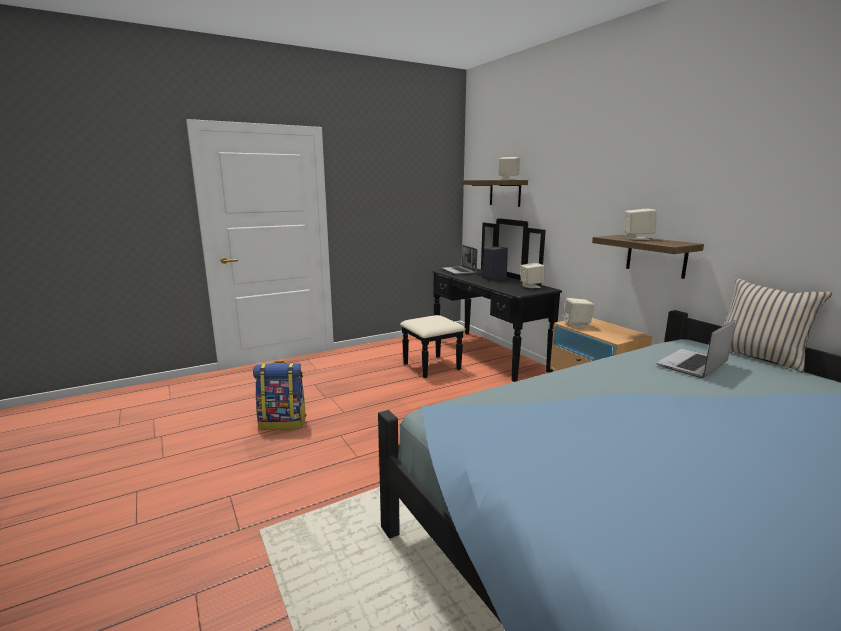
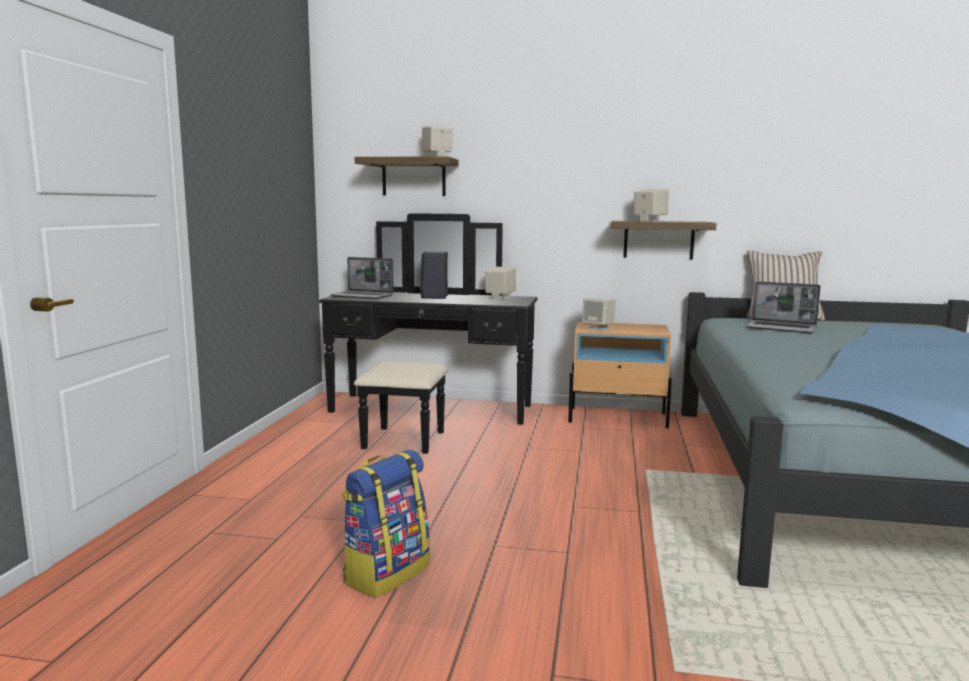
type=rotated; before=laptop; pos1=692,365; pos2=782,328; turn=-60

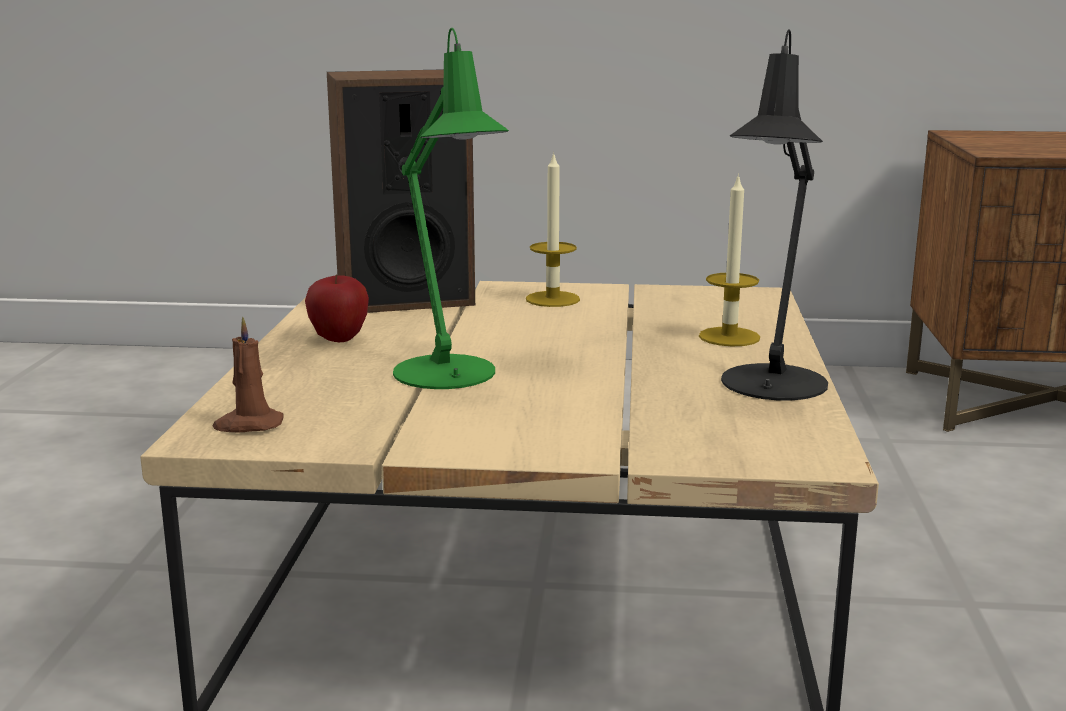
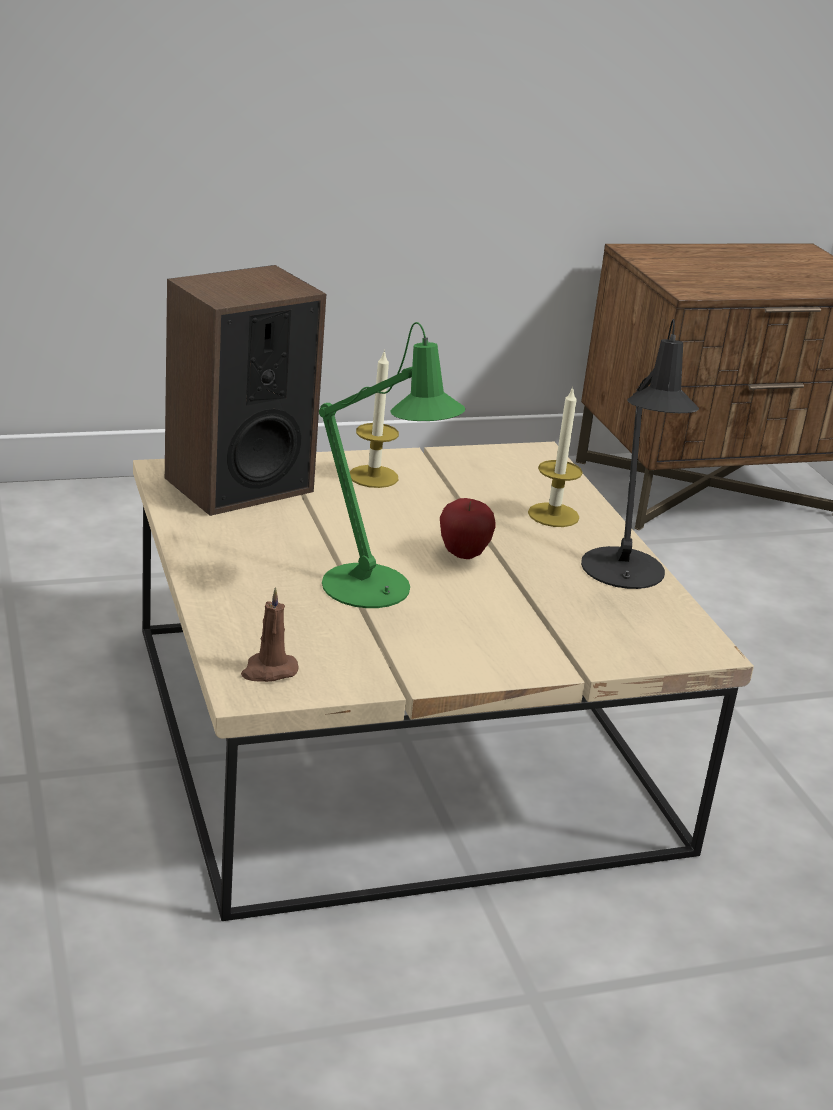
type=shifted; before=apple; pos1=339,339; pos2=463,555

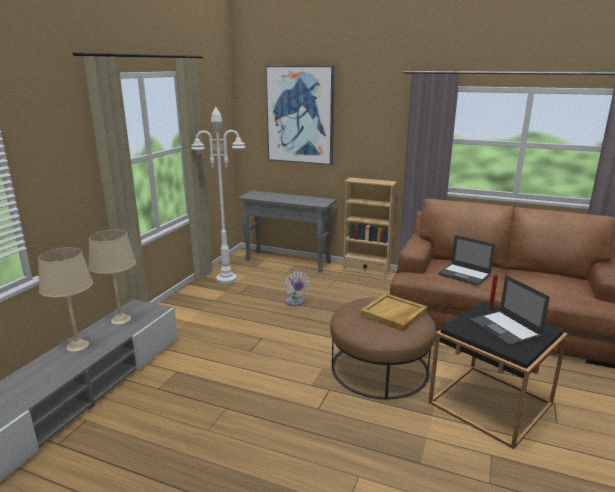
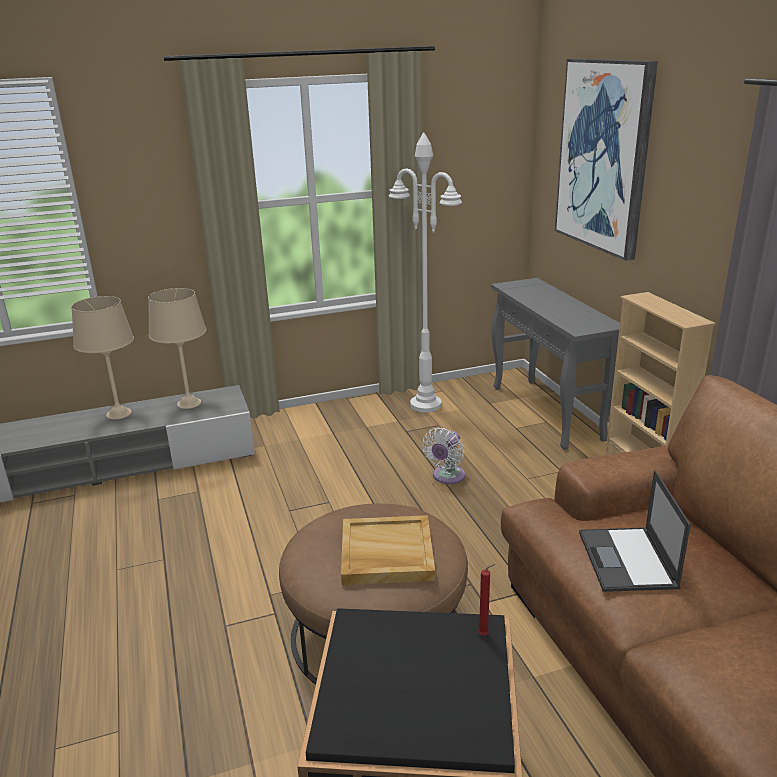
type=gone; before=laptop; pos1=505,329

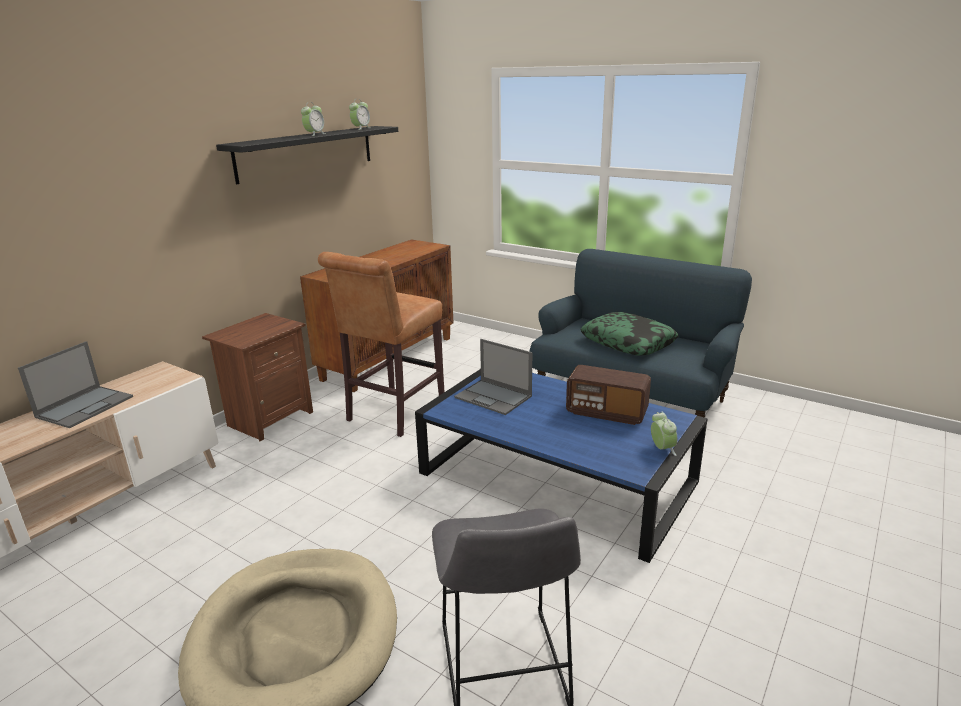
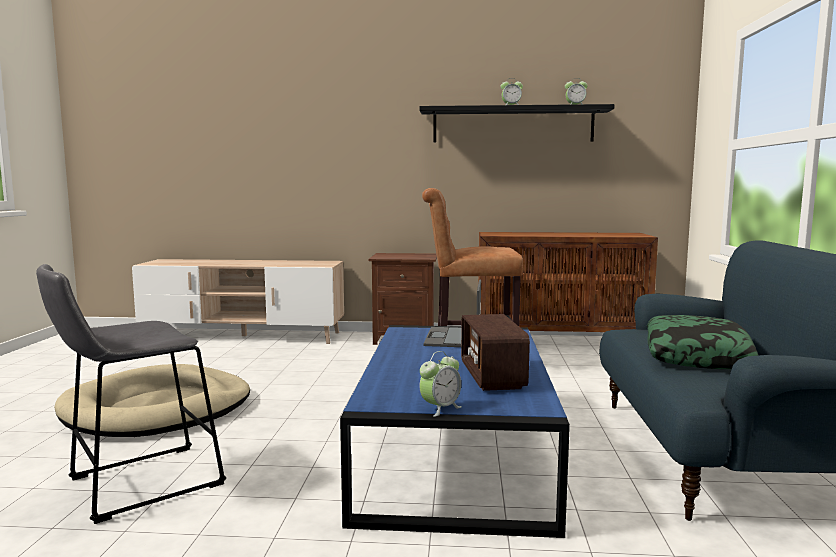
type=gone; before=laptop; pos1=86,406

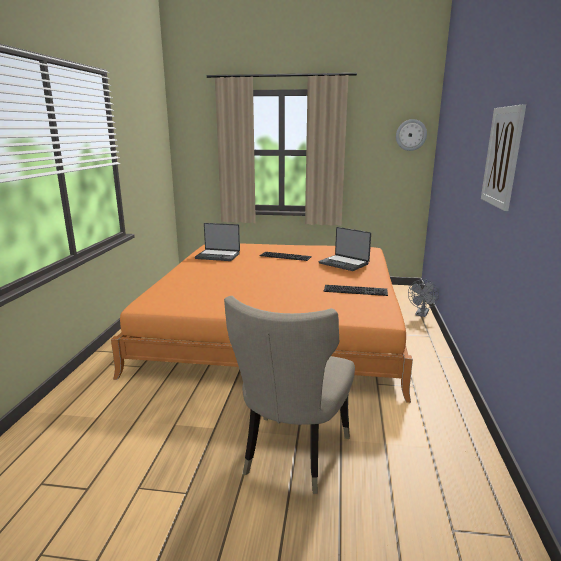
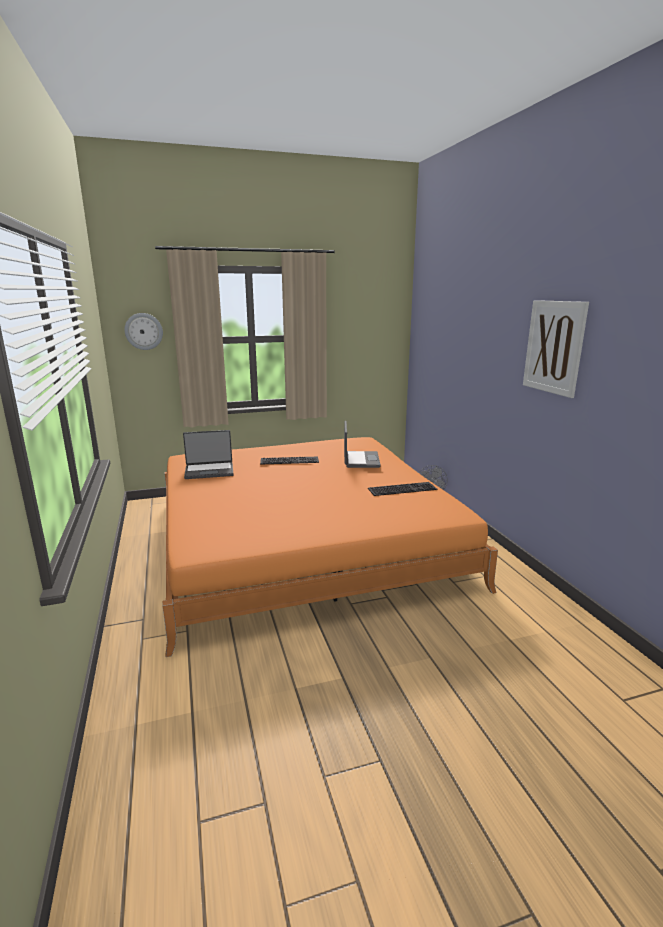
type=shifted; before=wall clock; pos1=411,135; pos2=144,331
type=rotated; before=laptop; pos1=344,263; pos2=360,460; turn=-105
type=gone; before=beige chair; pos1=291,455

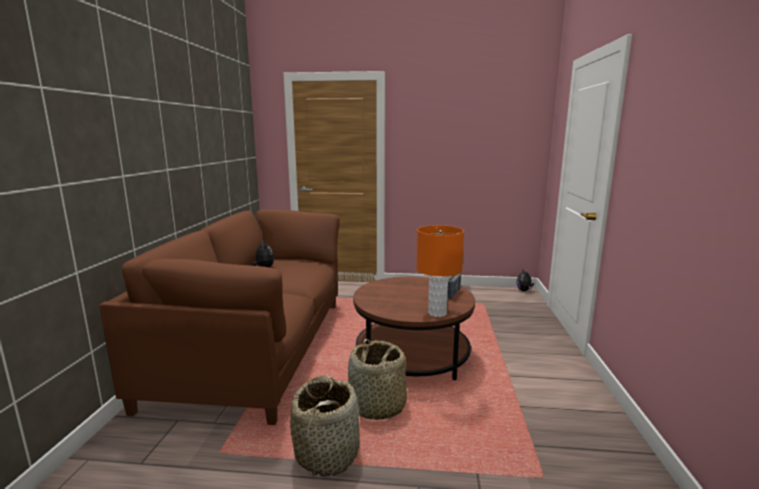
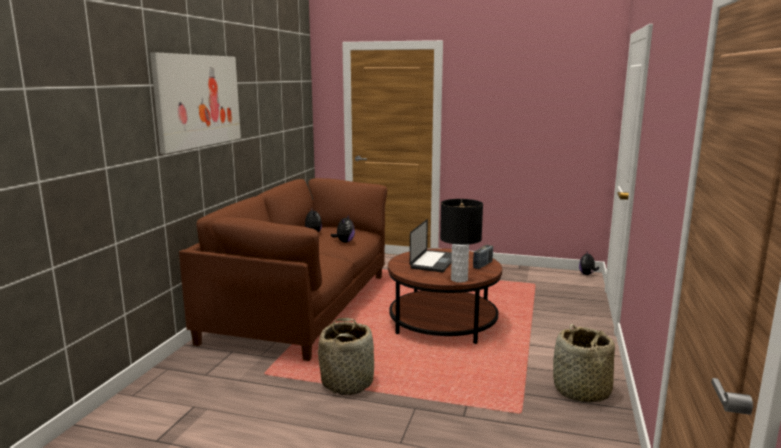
type=repainted; before=orange table lamp; after=black table lamp; pos1=437,313; pos2=459,279
type=shifted; before=basket; pos1=377,406; pos2=581,391
type=new; after=picture; pos2=198,100
type=new; after=plush toy; pos2=344,242
type=new; after=laptop; pos2=434,262

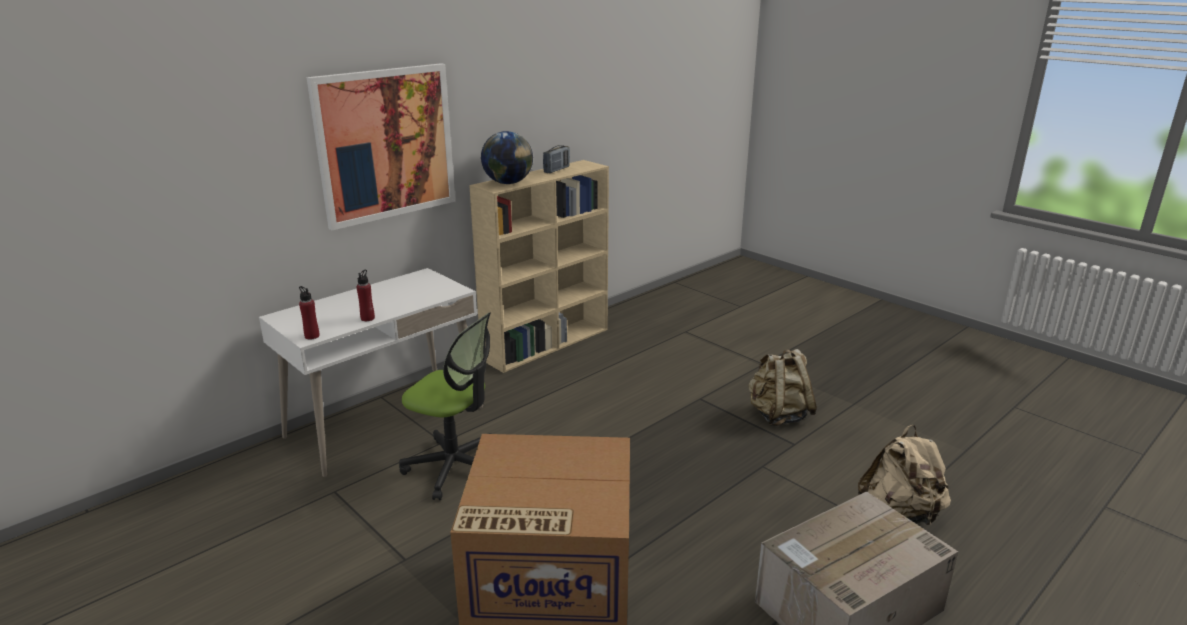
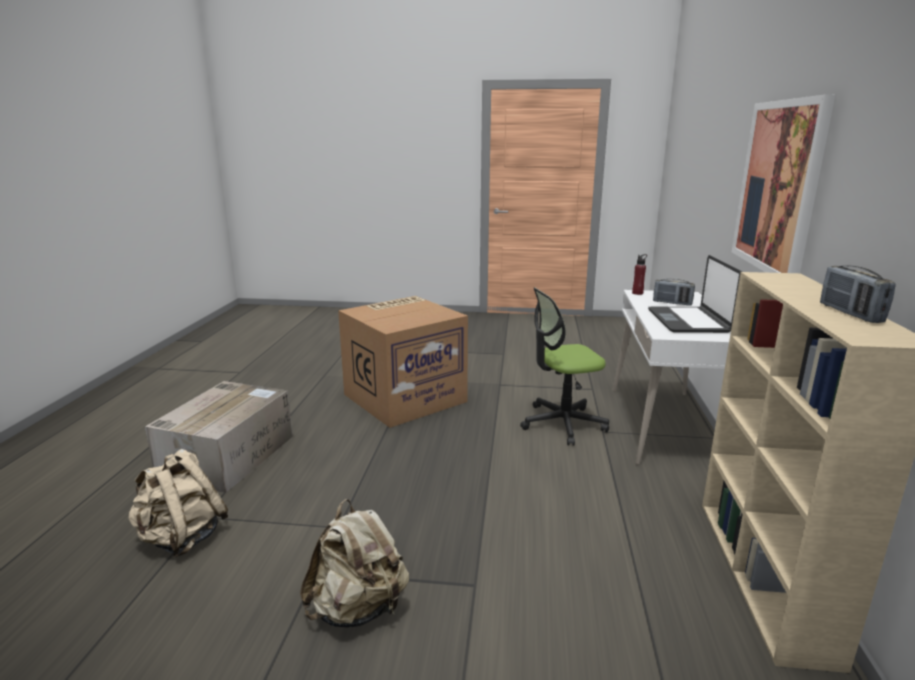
type=gone; before=globe; pos1=508,183
type=gone; before=red bottle; pos1=367,318
type=new; after=laptop; pos2=689,321
type=new; after=radio; pos2=672,303

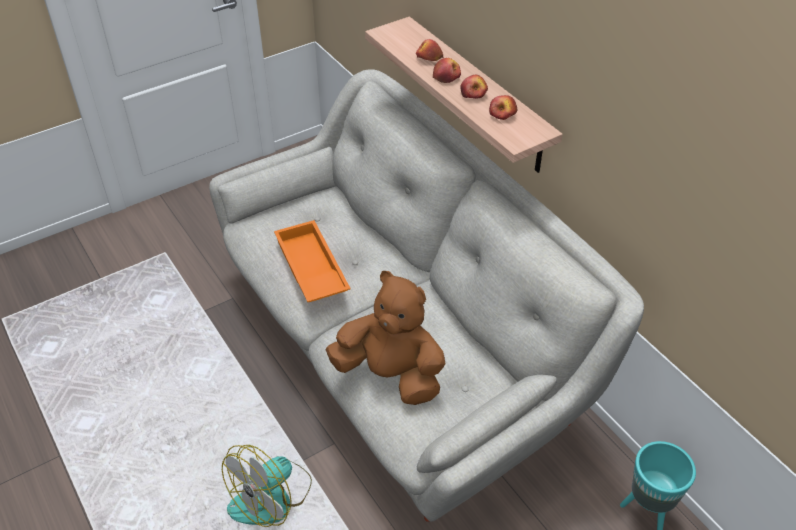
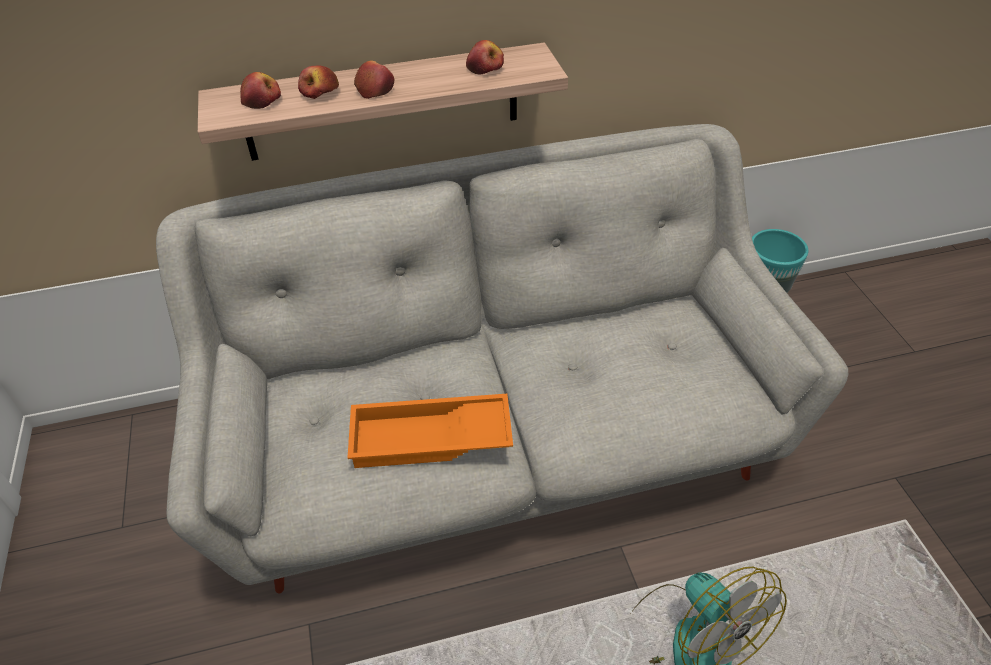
type=shifted; before=apple; pos1=473,93; pos2=262,100
type=gone; before=brown plush toy; pos1=390,375

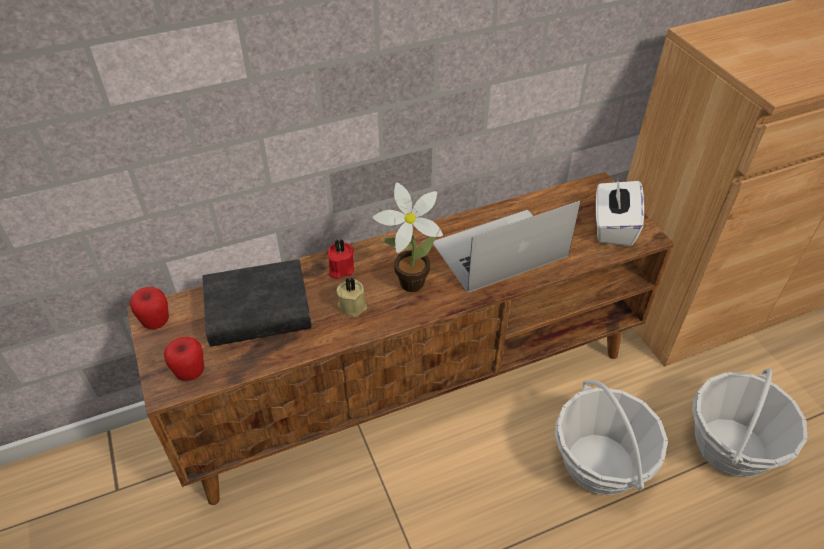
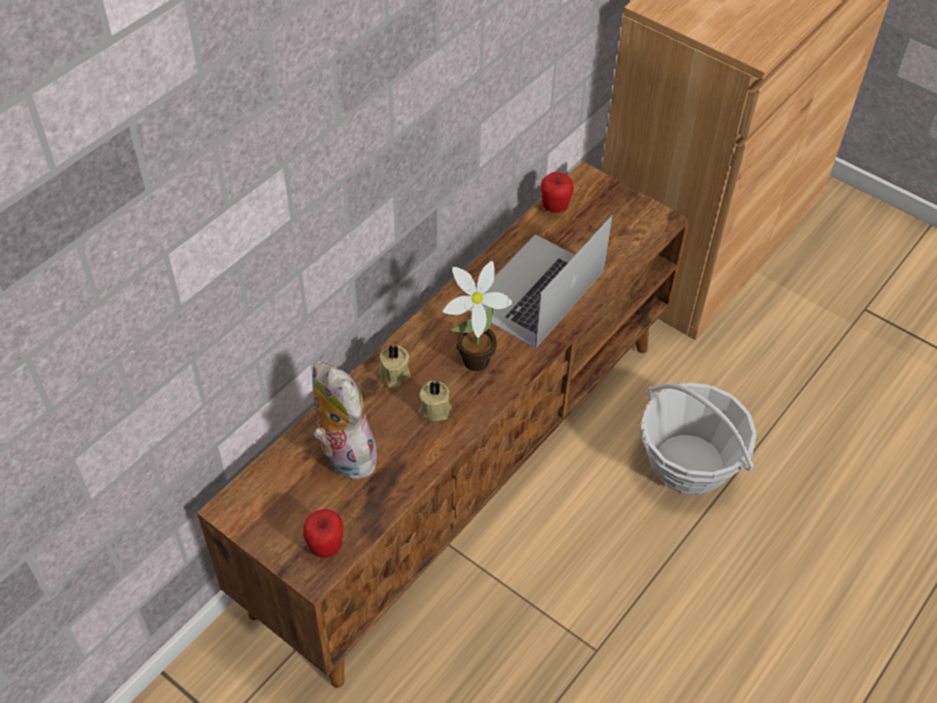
type=gone; before=white tissue box; pos1=613,227
type=repainted; before=red candle; after=beige candle; pos1=340,269; pos2=393,375
type=swapped; before=black book; after=plush toy; pos1=258,310; pos2=343,455
type=shifted; before=apple; pos1=156,322; pos2=554,207
type=gone; before=basket; pos1=731,447

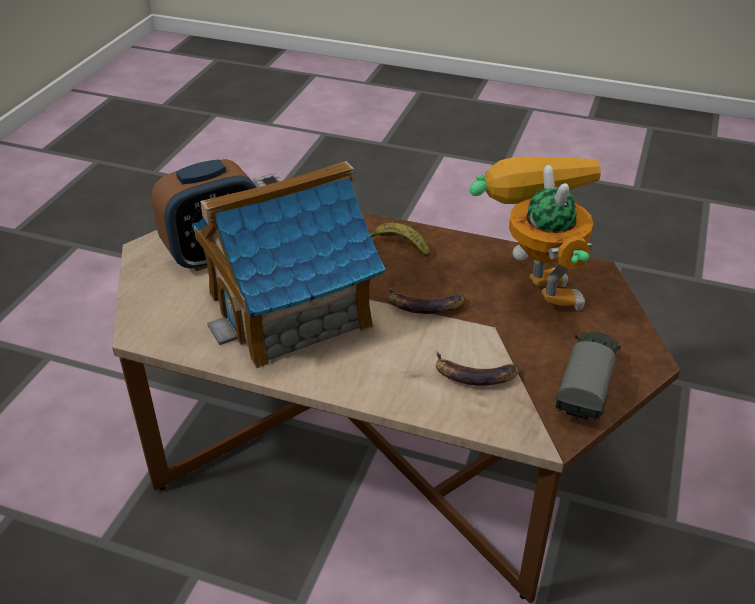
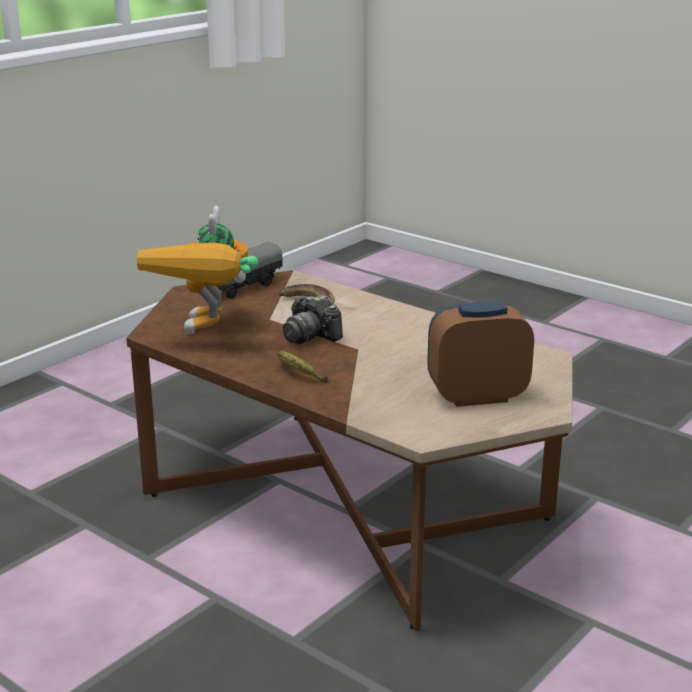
type=gone; before=toy house; pos1=290,310
type=swapped; before=banana; after=photo camera; pos1=424,305; pos2=310,336

